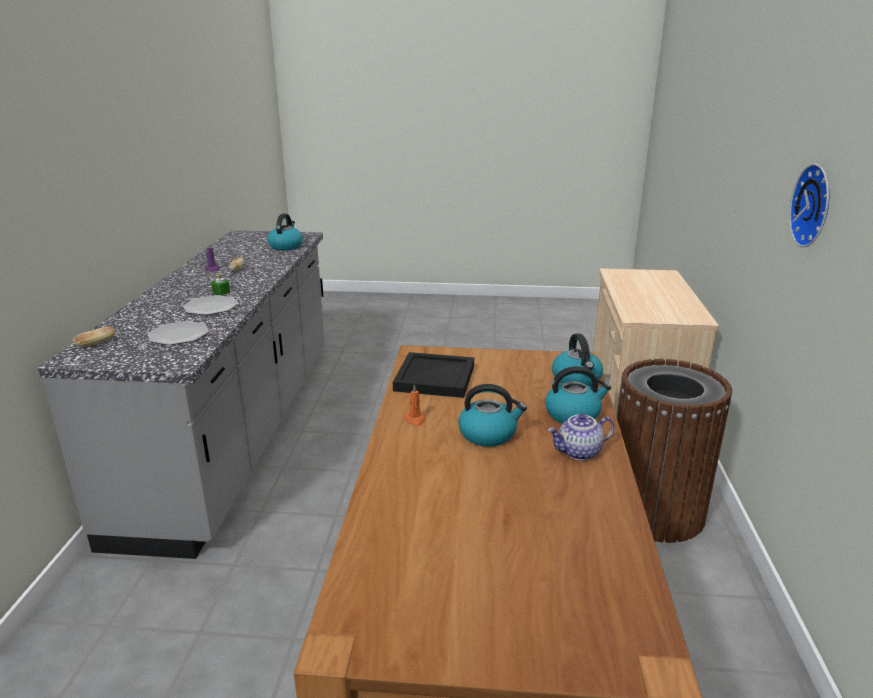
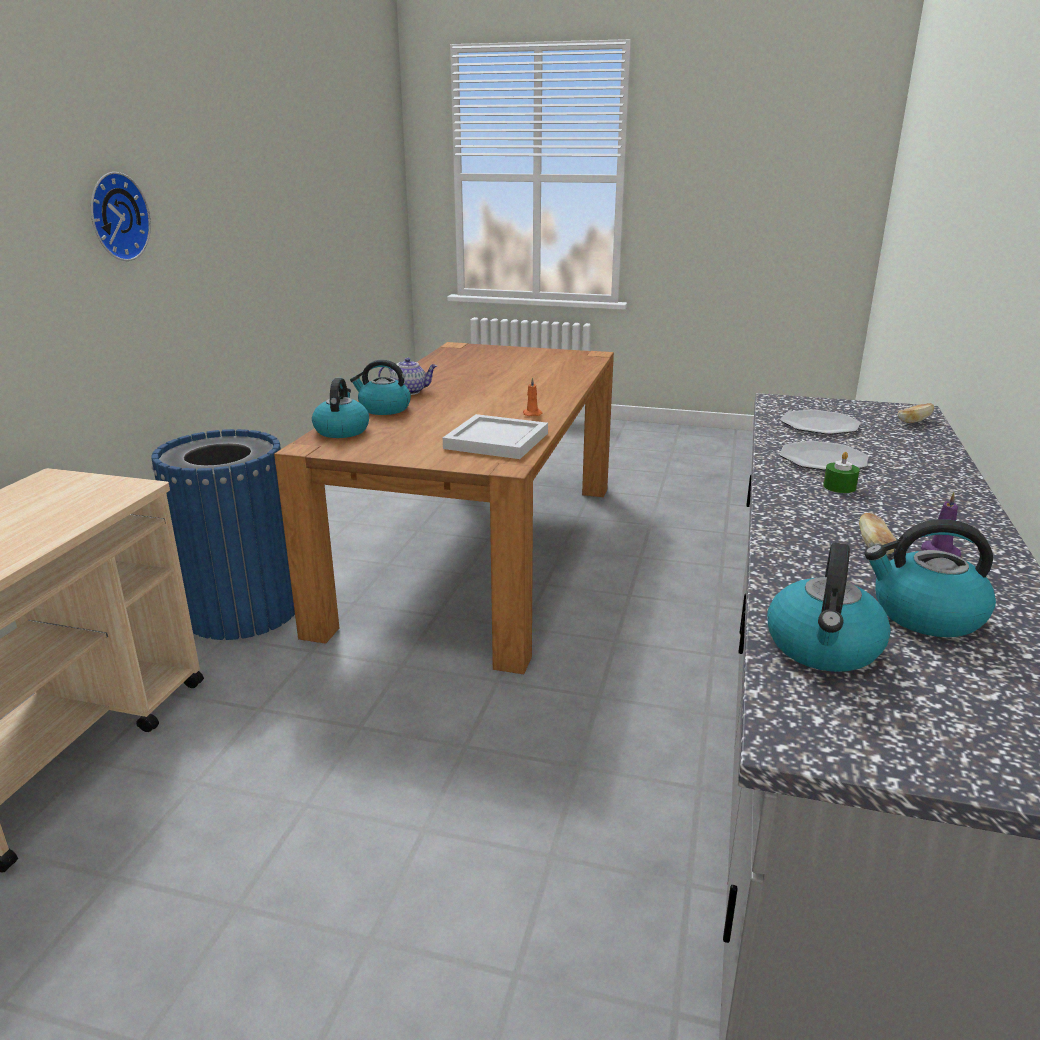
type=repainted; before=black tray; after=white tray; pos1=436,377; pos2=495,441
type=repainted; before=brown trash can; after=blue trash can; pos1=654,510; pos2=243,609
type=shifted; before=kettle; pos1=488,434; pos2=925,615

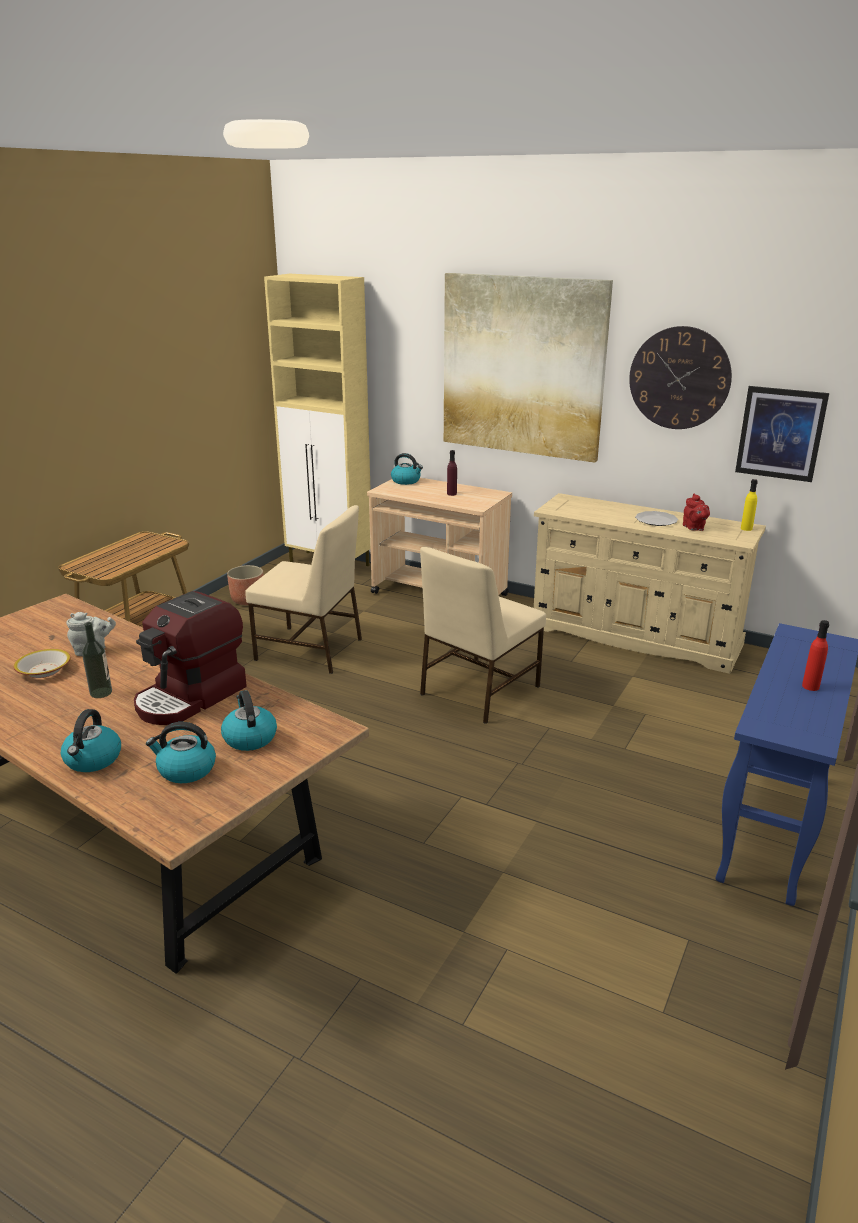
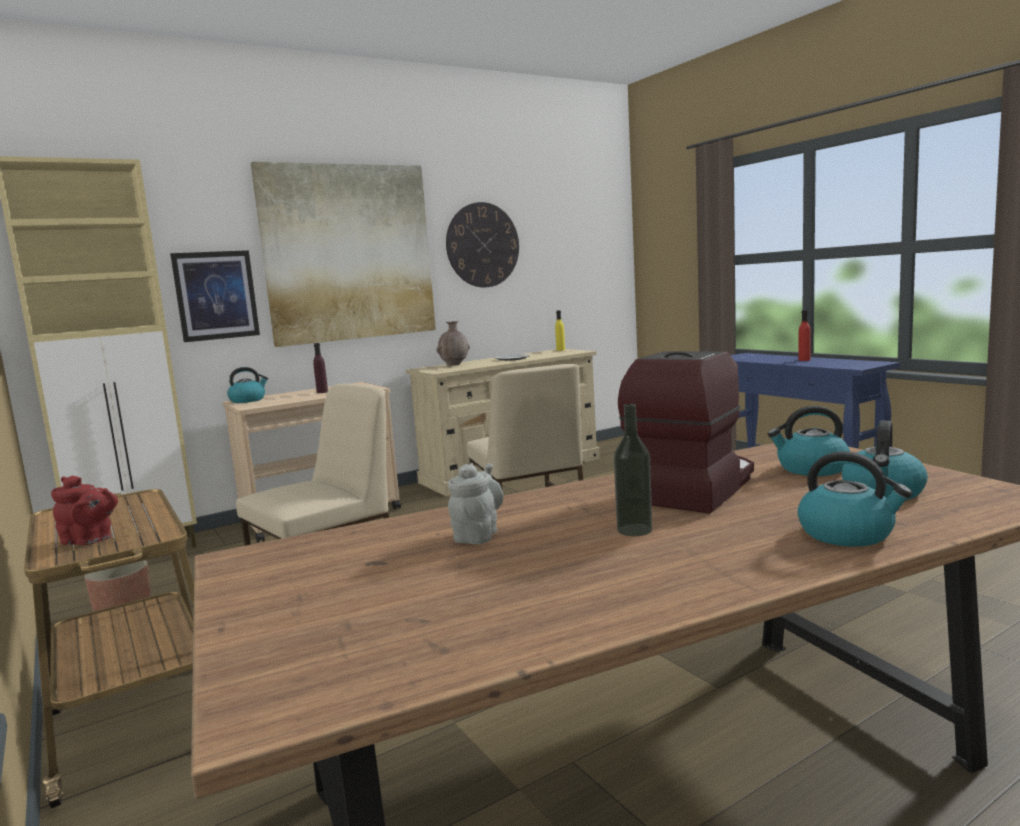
type=shifted; before=picture; pos1=780,433; pos2=216,295
type=shifted; before=red teapot; pos1=694,528; pos2=90,540
type=rotated; before=coffee machine; pos1=191,697; pos2=690,488; turn=-120
type=gone; before=bowl; pos1=44,671
type=new; after=brown vase; pos2=454,365

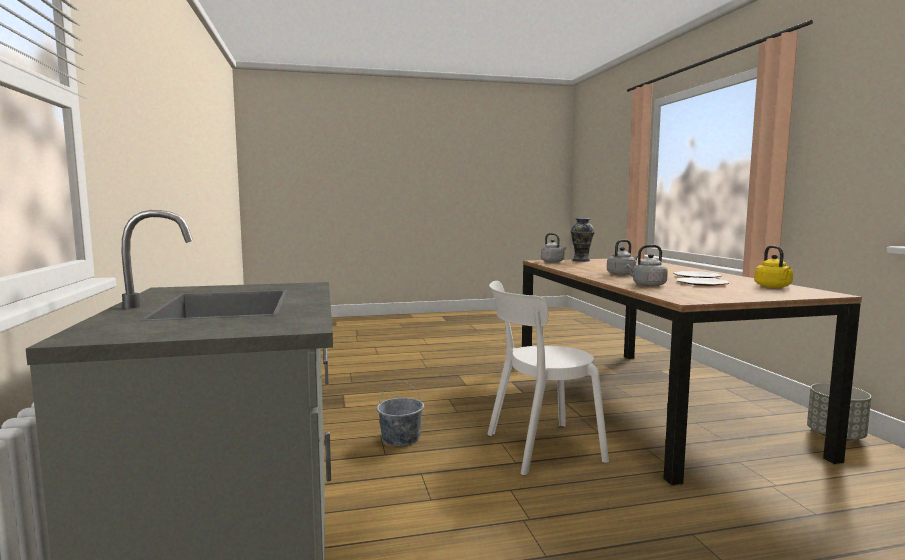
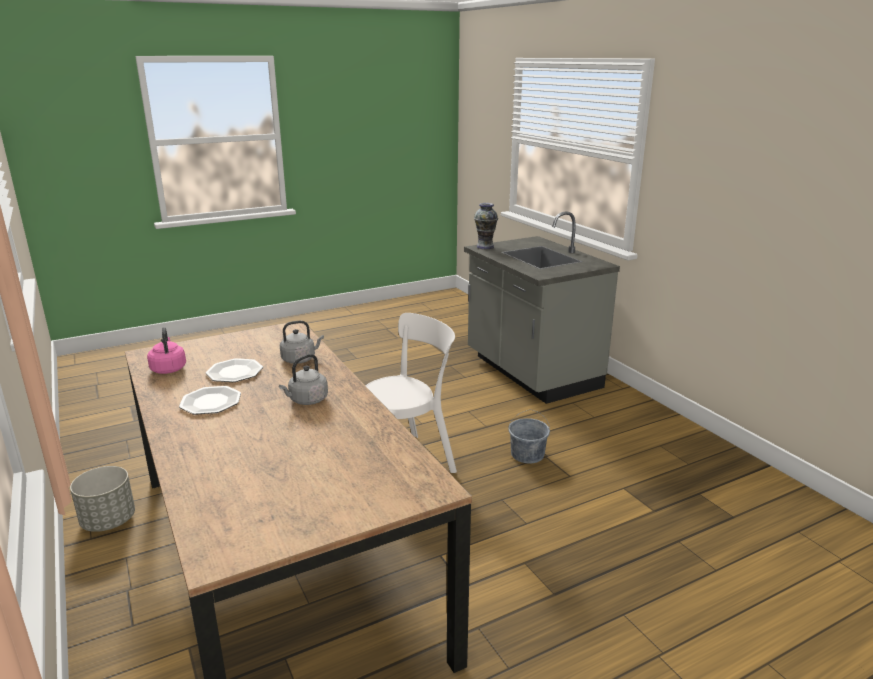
type=shifted; before=vase; pos1=581,260; pos2=485,247
type=gone; before=grey kettle; pos1=553,262
type=repainted; before=yellow kettle; after=pink kettle; pos1=773,287; pos2=168,368

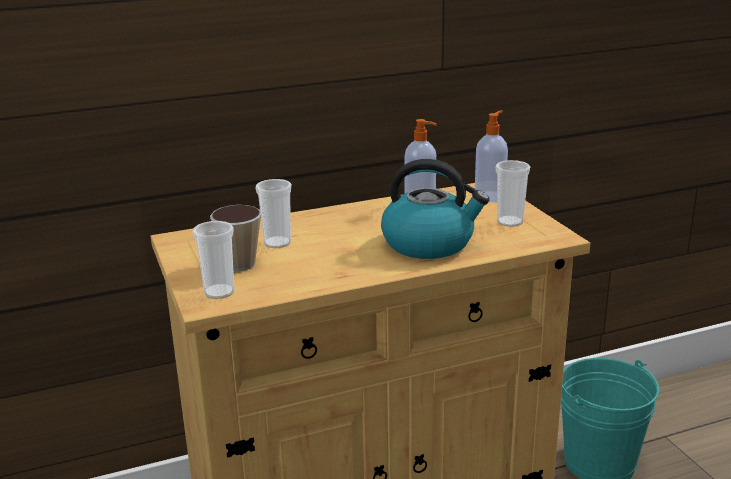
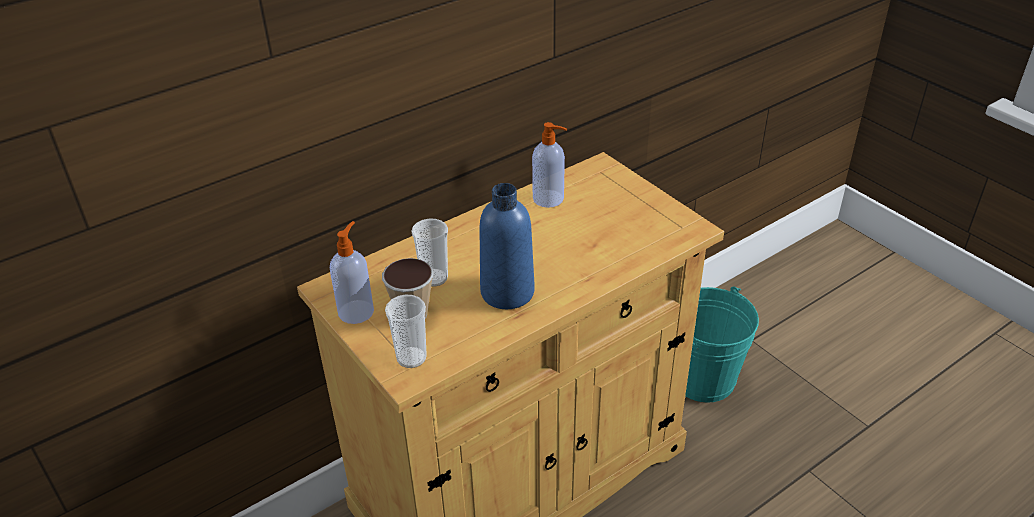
type=shifted; before=soap dispenser; pos1=490,196; pos2=356,311
type=gone; before=kettle; pos1=429,243
type=gone; before=cup; pos1=510,222
type=new; after=blue bottle; pos2=507,292

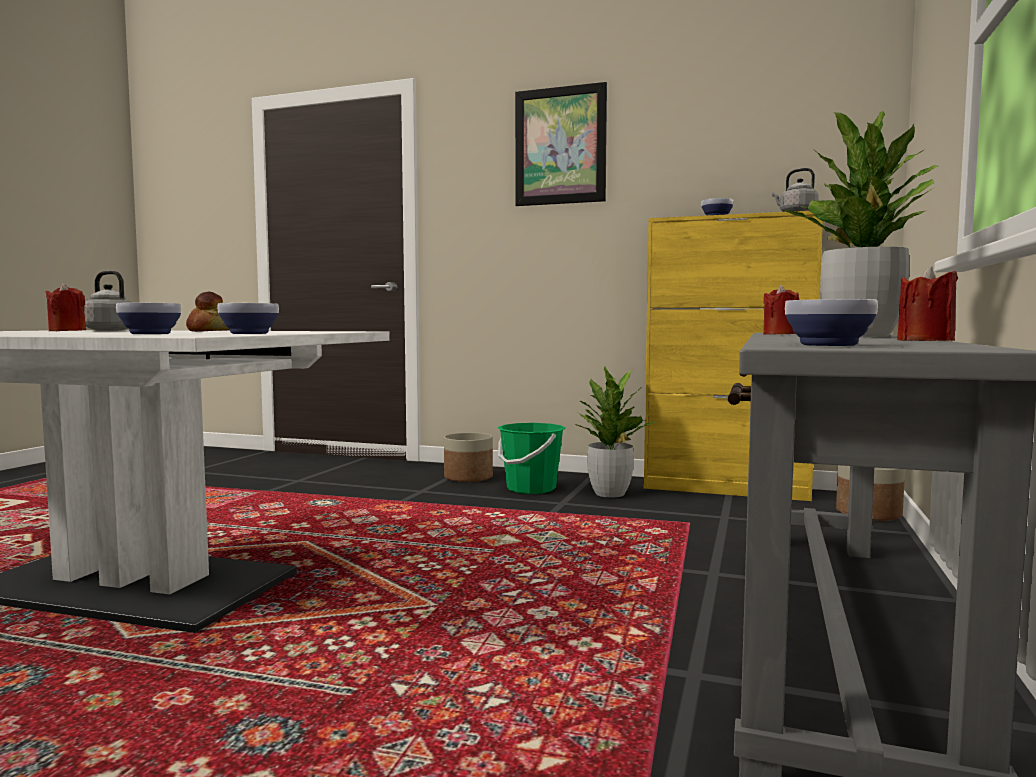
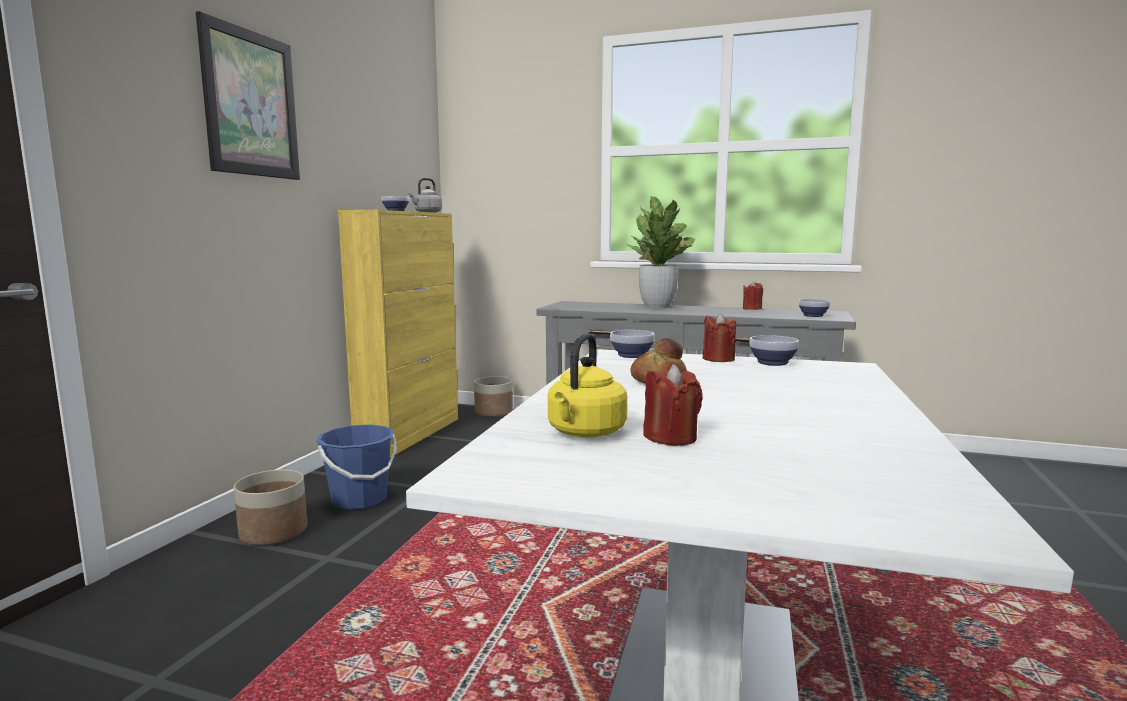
type=repainted; before=grey kettle; after=yellow kettle; pos1=107,330; pos2=585,433
type=shifted; before=red candle; pos1=780,334; pos2=718,359
type=shifted; before=bowl; pos1=149,333; pos2=631,356
type=gone; before=potted plant; pos1=609,493
type=repainted; before=green bucket; after=blue bucket; pos1=531,488; pos2=360,499

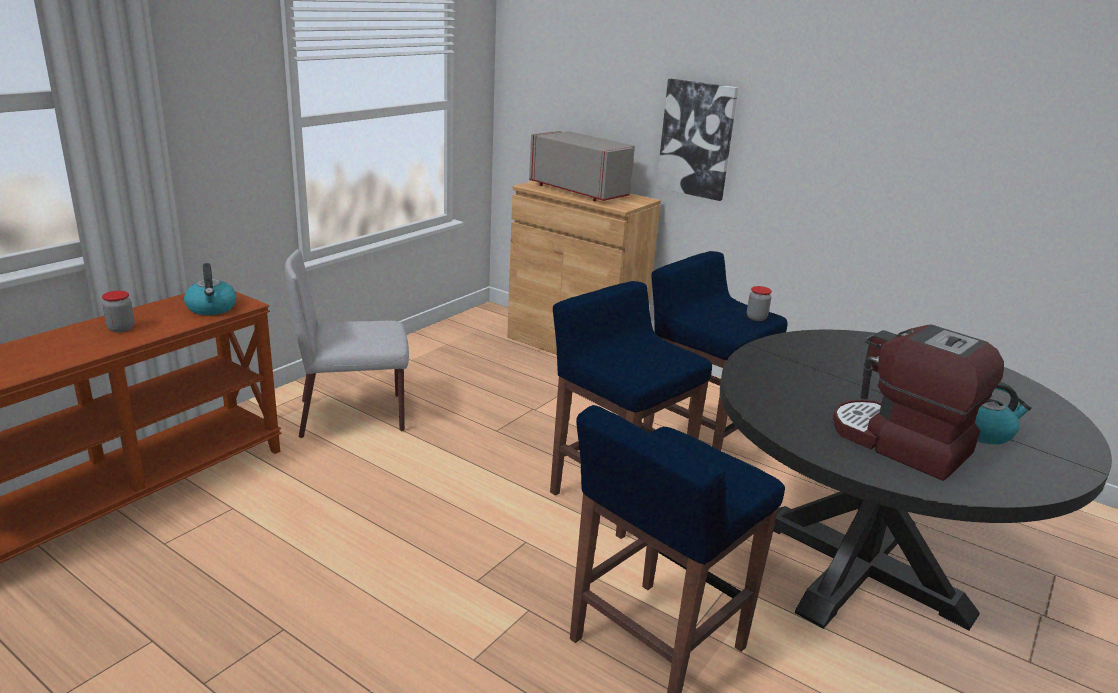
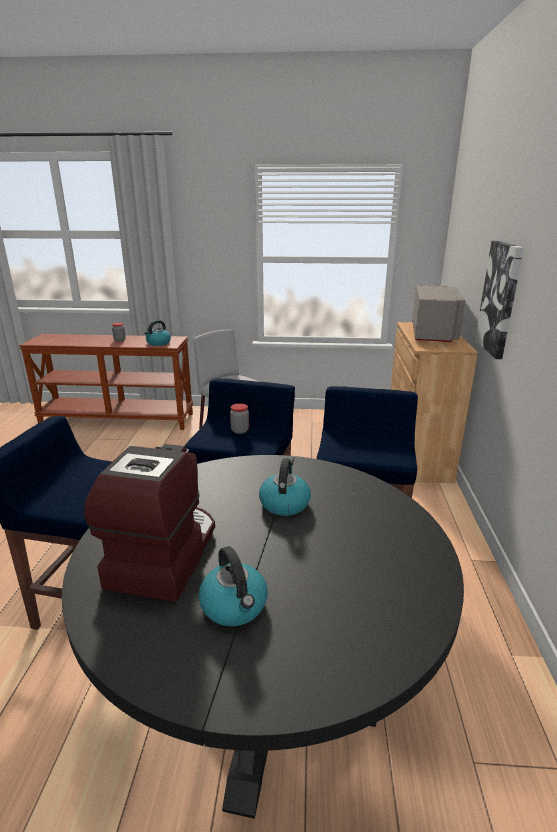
type=shifted; before=jar; pos1=756,318; pos2=240,430
type=new; after=kettle; pos2=284,503

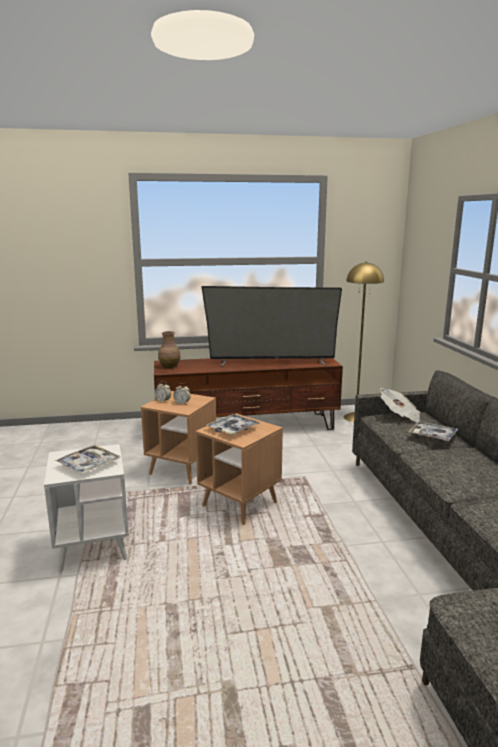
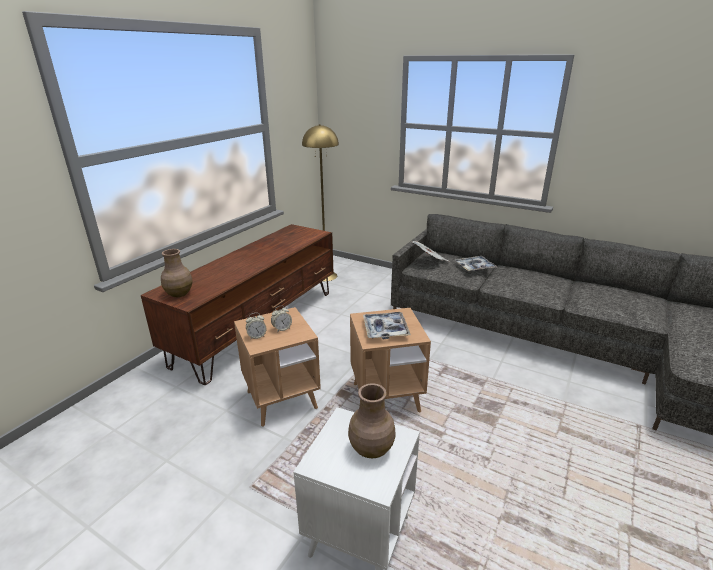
type=gone; before=television; pos1=272,362
type=swapped; before=tray; after=brown vase; pos1=88,465; pos2=371,449

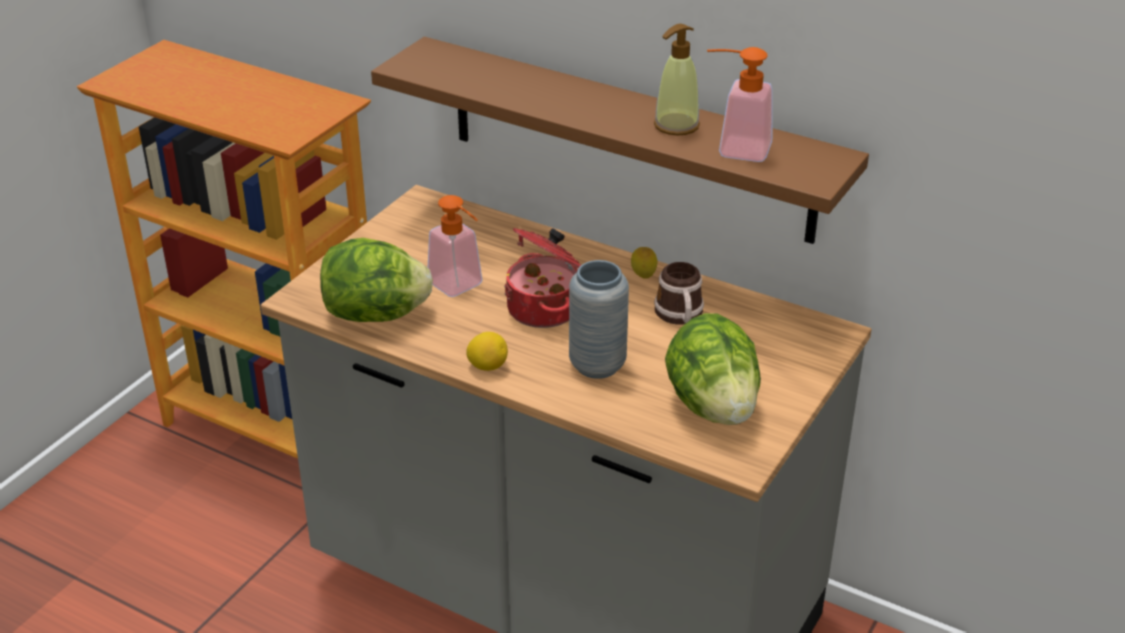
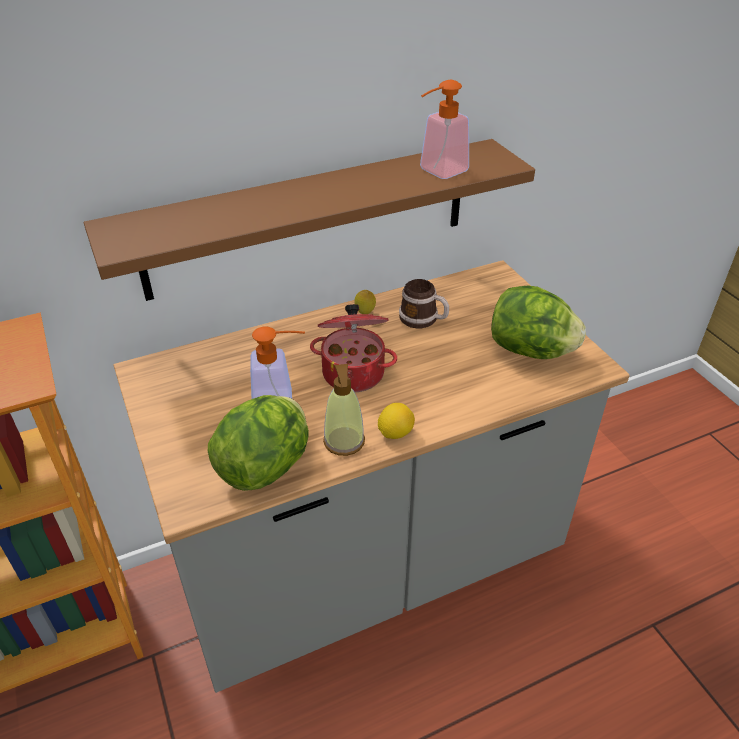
type=shifted; before=soap dispenser; pos1=676,125; pos2=344,441
type=gone; before=grey vase; pos1=597,365

